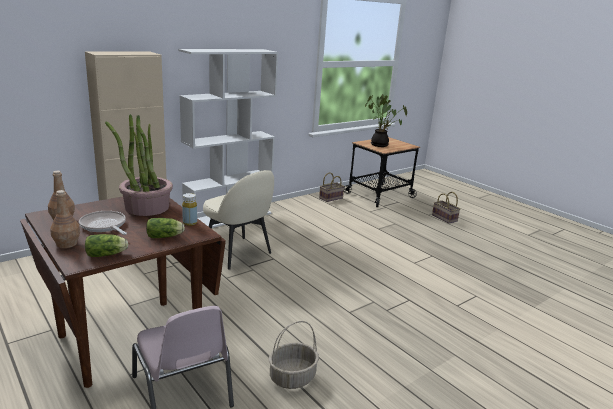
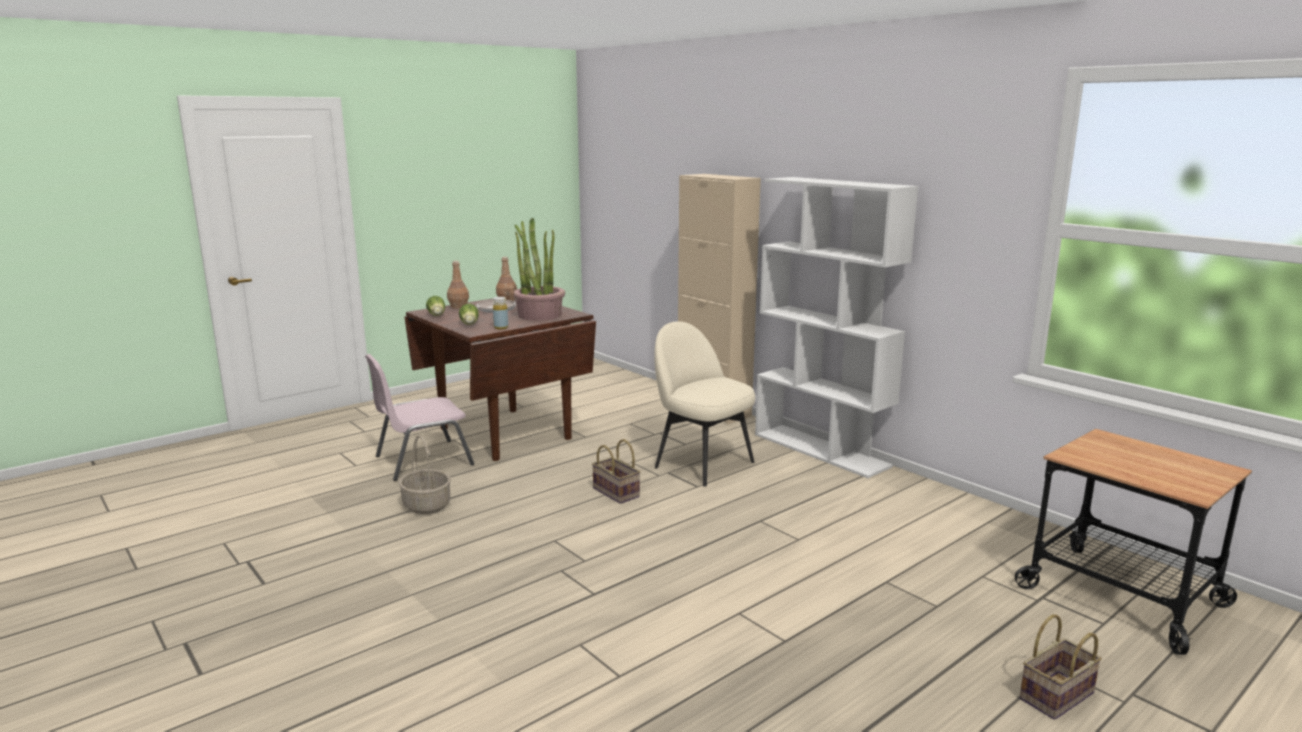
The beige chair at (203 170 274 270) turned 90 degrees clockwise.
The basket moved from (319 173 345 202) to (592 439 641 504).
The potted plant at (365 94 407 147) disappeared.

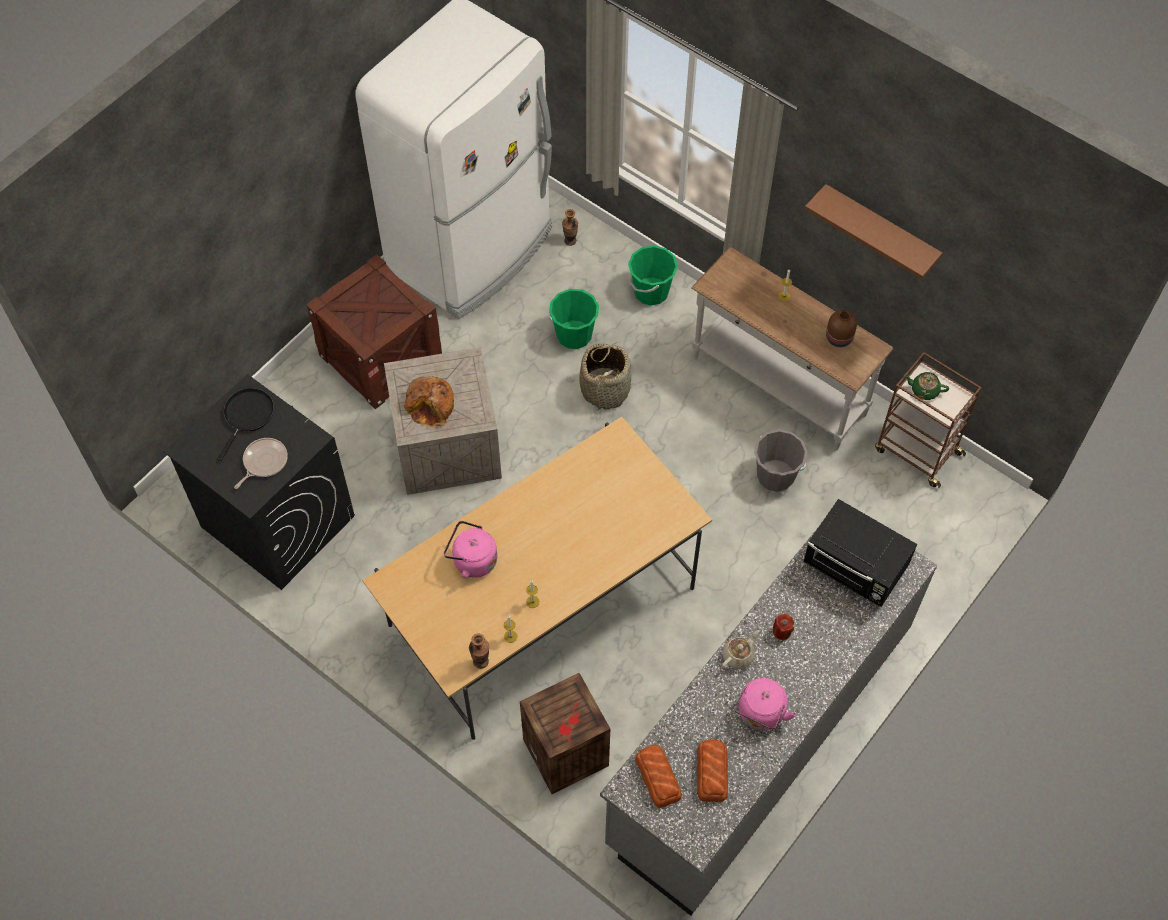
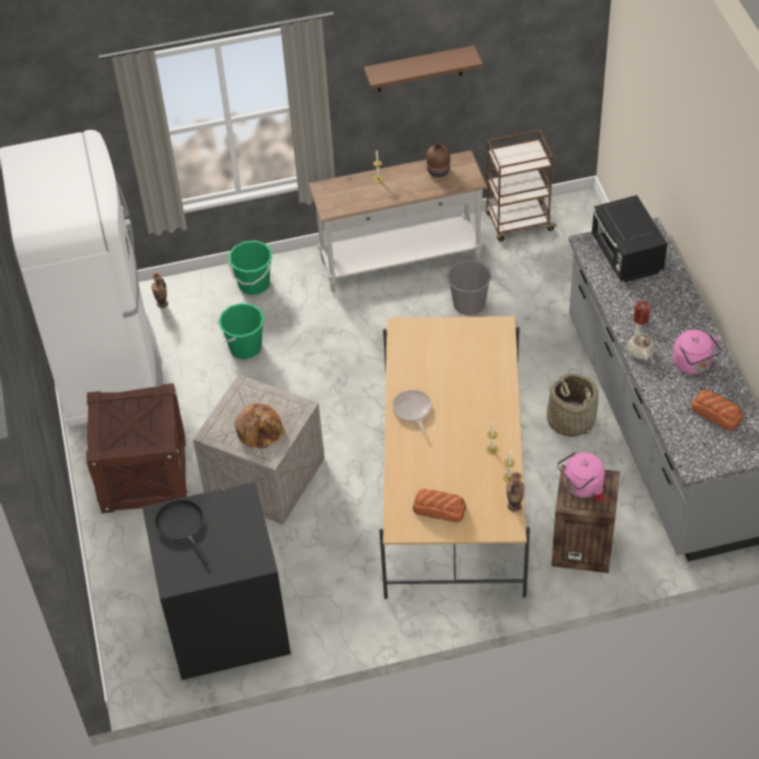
The frying pan moved from (234 438 288 489) to (392 390 432 434).
The pink kettle moved from (444 521 497 579) to (557 452 605 498).
The basket moved from (579 342 632 410) to (547 373 598 437).
The bread moved from (635 745 682 808) to (413 489 466 522).
The black microwave at (803 499 917 607) turned 90 degrees clockwise.
The green teapot at (904 372 949 400) disappeared.

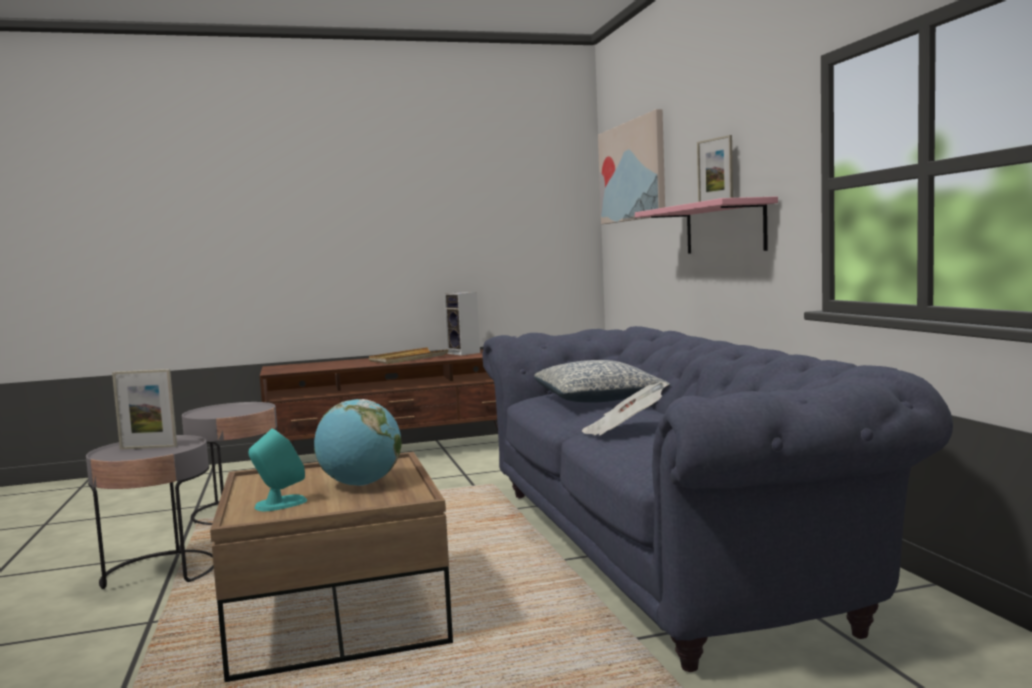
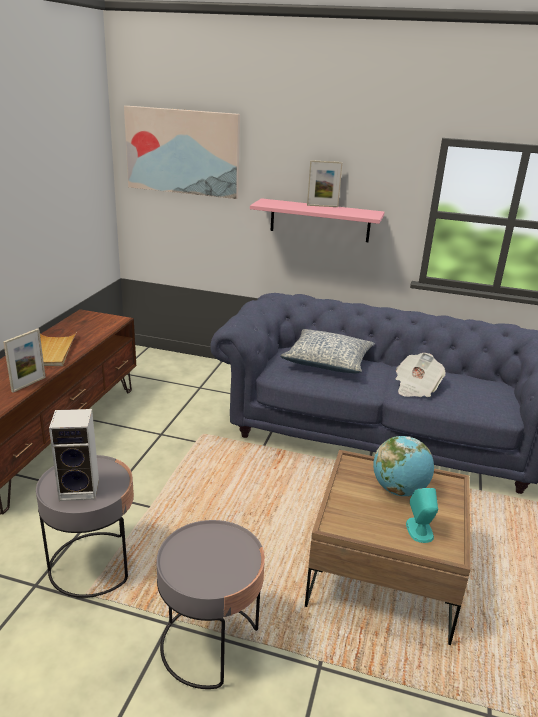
The picture frame moved from (112 369 177 450) to (3 328 46 393).
The speaker moved from (444 292 480 356) to (49 409 99 501).

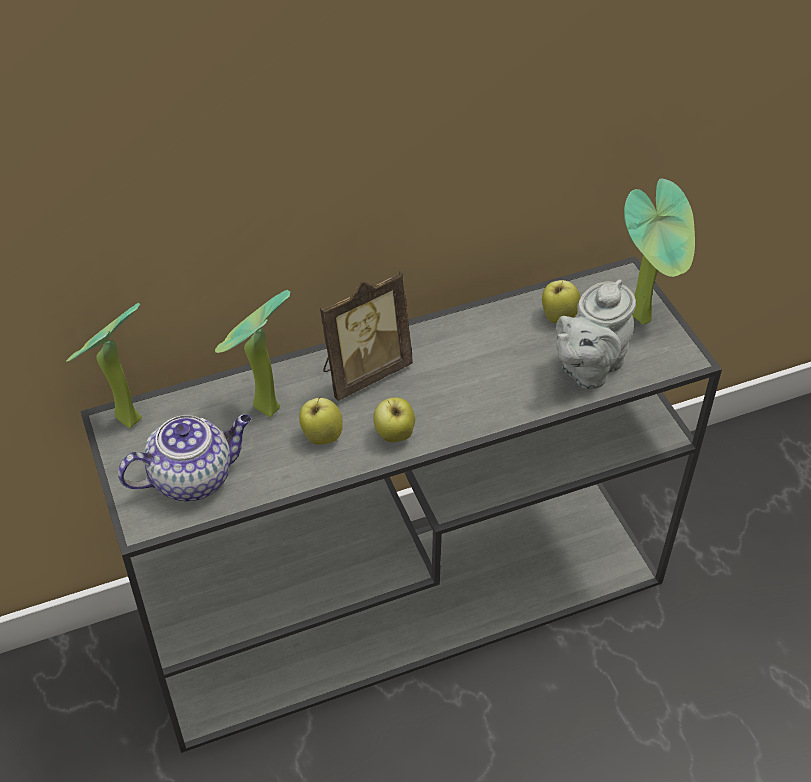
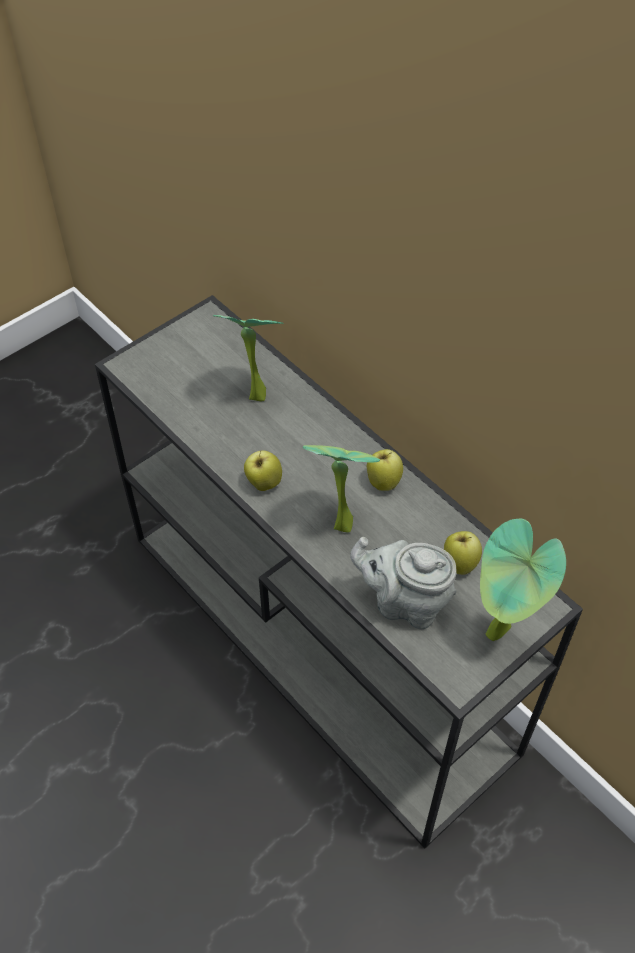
The potted plant moved from (67 303 142 429) to (303 445 380 533).
The teapot at (118 414 251 501) disappeared.
The apple moved from (299 396 343 445) to (367 449 403 491).
The picture frame at (320 271 413 401) disappeared.

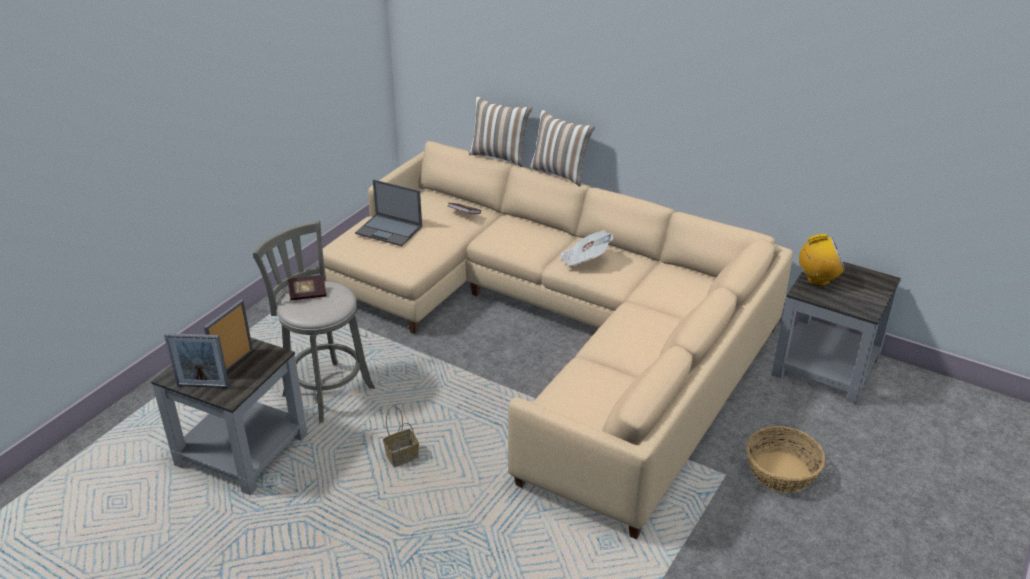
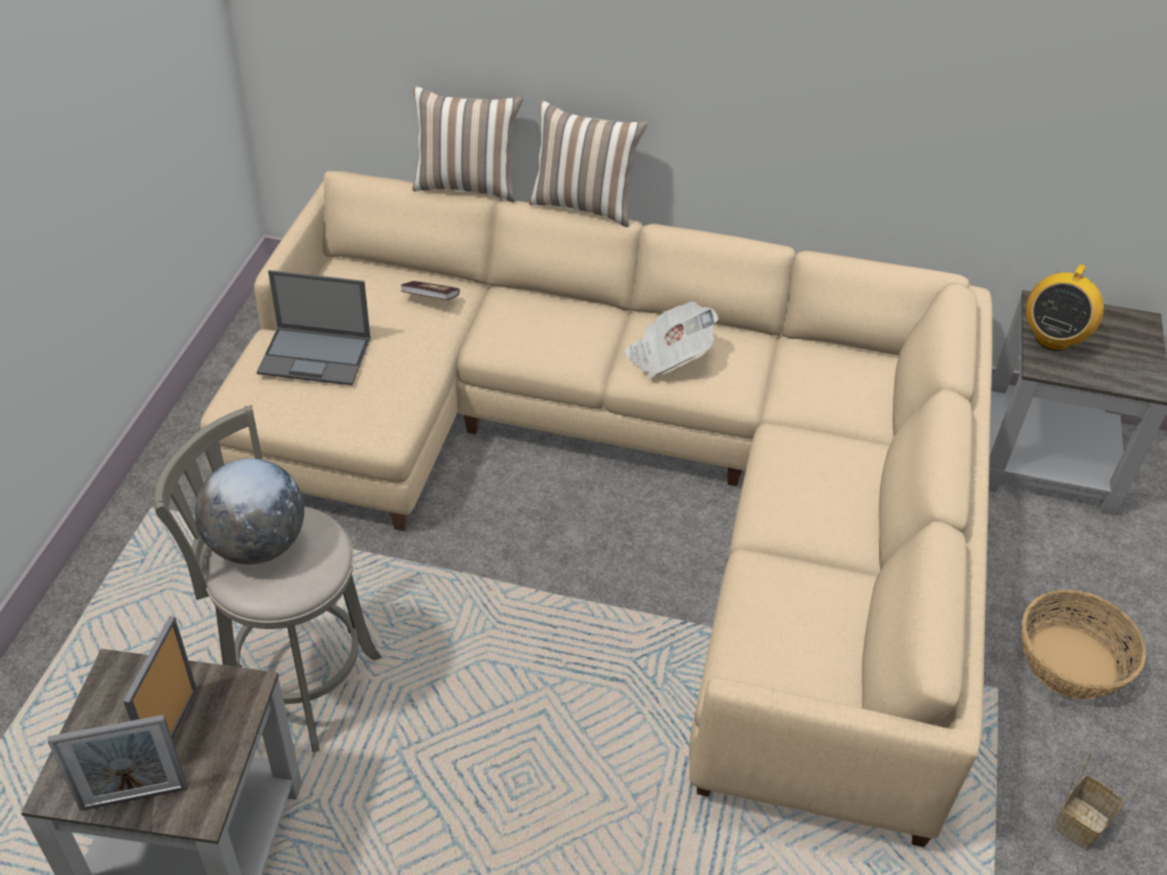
The book at (287 275 326 301) was replaced by the globe at (195 458 304 564).
The basket moved from (383 406 419 467) to (1054 753 1138 851).
The radio at (799 234 845 286) turned 135 degrees clockwise.

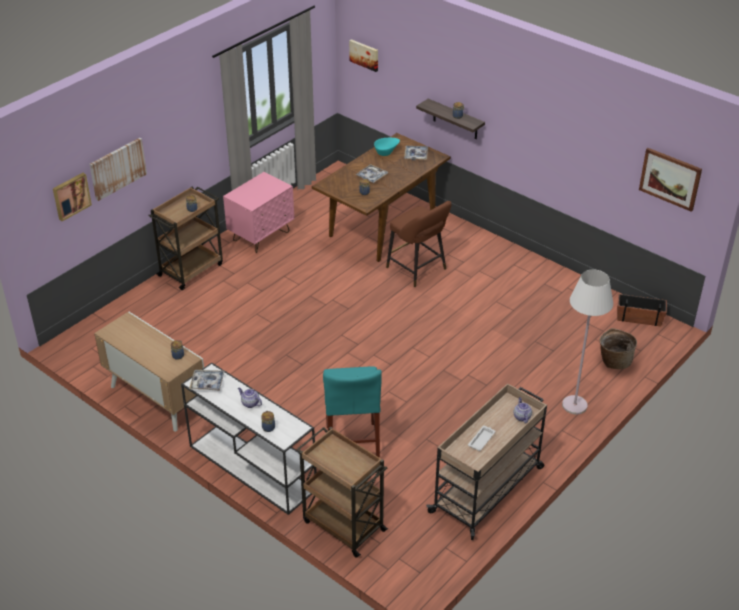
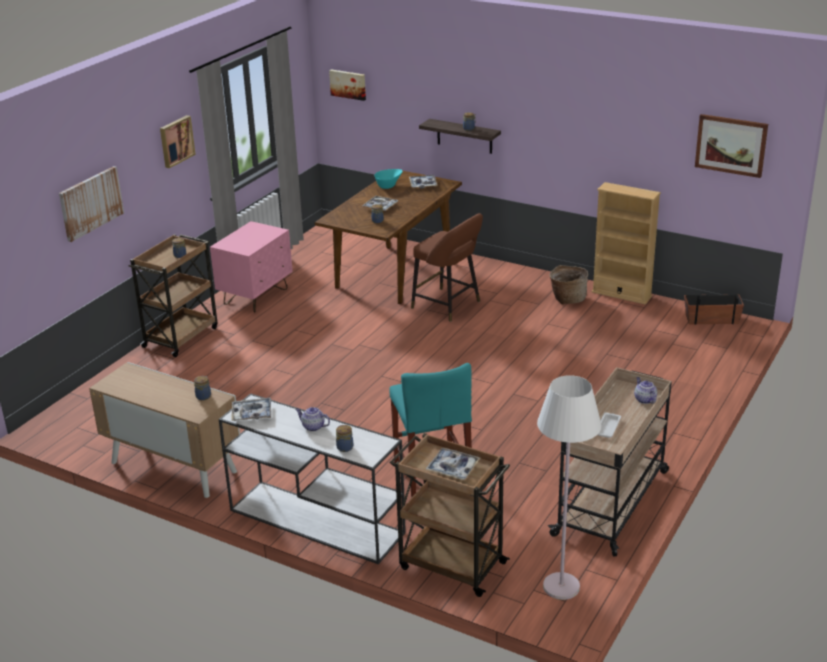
The picture moved from (53 173 92 221) to (160 115 196 168).
The white floor lamp moved from (562 270 613 415) to (537 375 602 600).
The basket moved from (600 328 637 369) to (549 265 588 305).
The tray at (426 448 480 480) appeared.
The beige bookcase at (592 182 661 305) appeared.

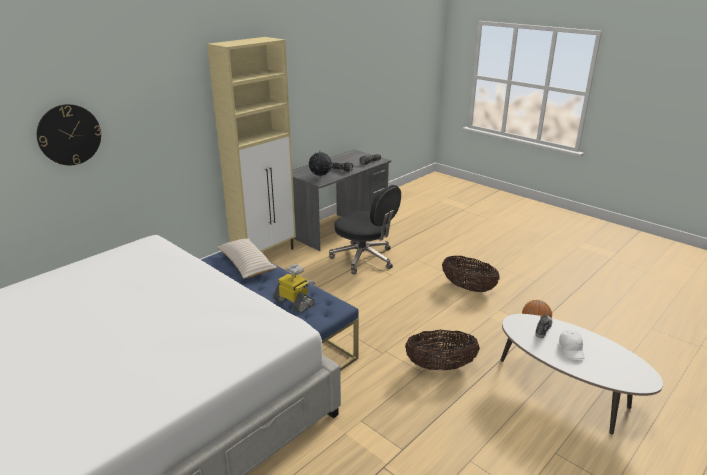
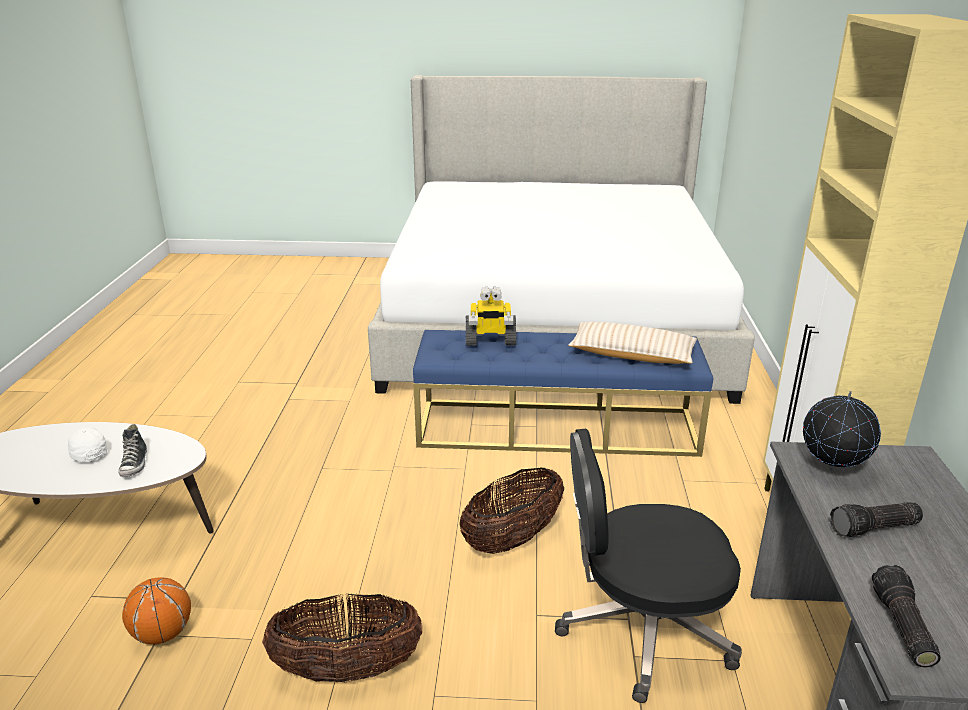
The wall clock at (37 104 101 165) disappeared.
The basket moved from (405 330 480 370) to (459 467 564 554).

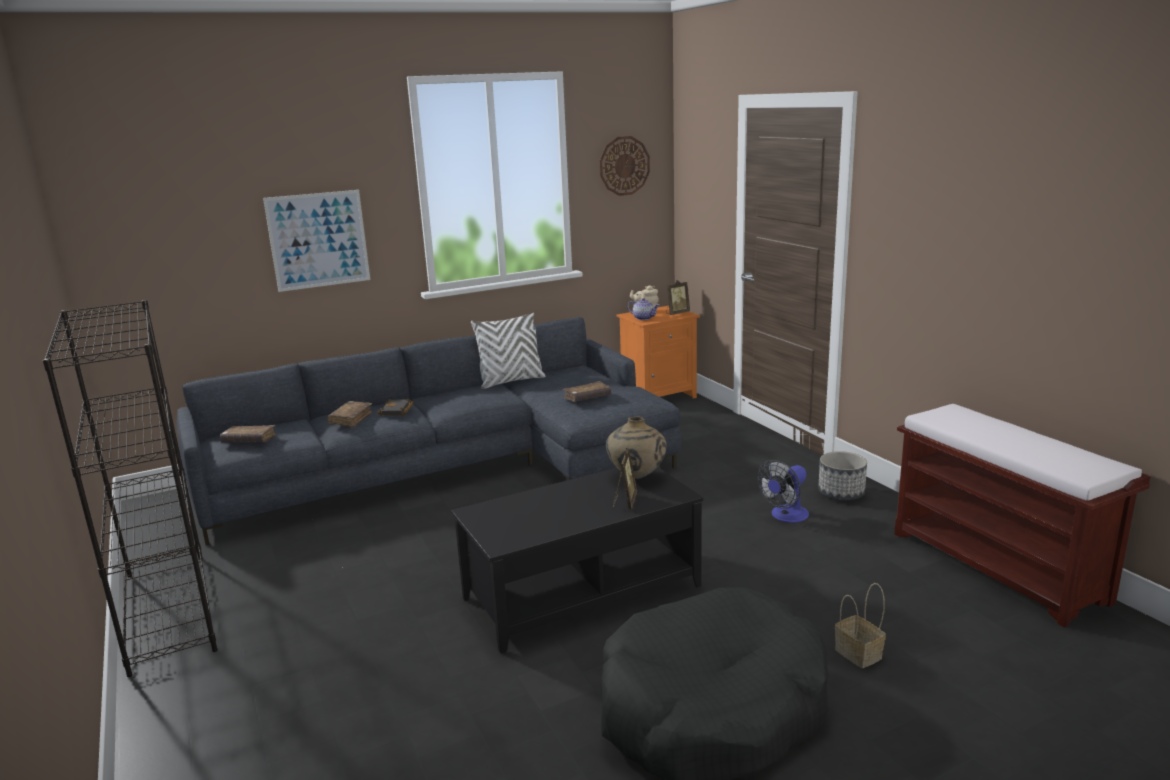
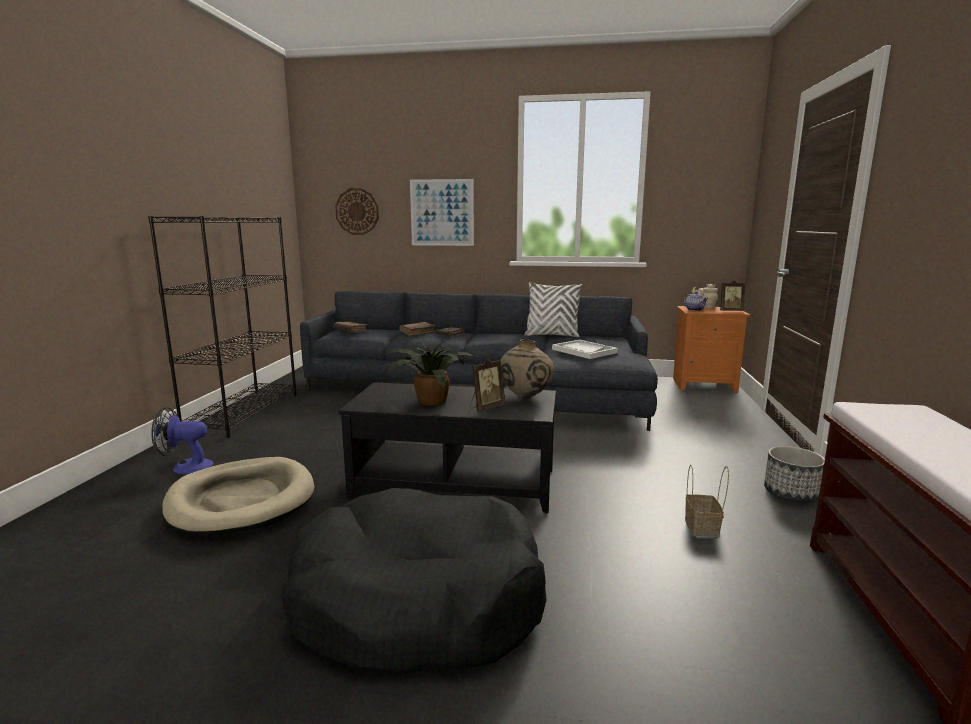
The brown book at (563 381 611 402) was replaced by the white tray at (552 340 618 359).
The wall clock moved from (599 136 650 196) to (335 188 379 235).
The fan moved from (758 460 809 523) to (151 407 213 474).
The basket moved from (835 583 886 668) to (685 465 729 537).
The beige dog bed at (162 457 314 536) appeared.
The potted plant at (388 341 474 406) appeared.

